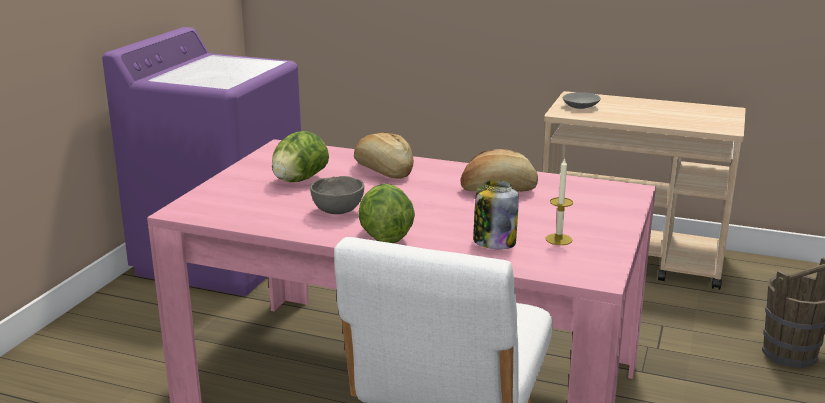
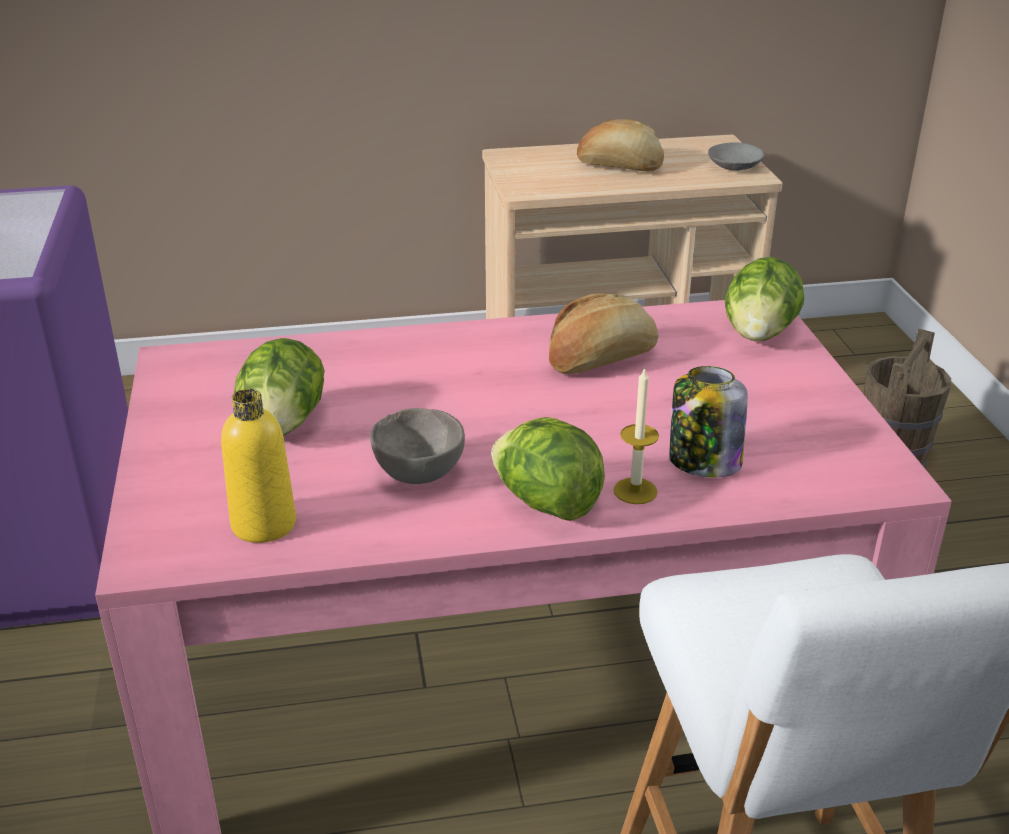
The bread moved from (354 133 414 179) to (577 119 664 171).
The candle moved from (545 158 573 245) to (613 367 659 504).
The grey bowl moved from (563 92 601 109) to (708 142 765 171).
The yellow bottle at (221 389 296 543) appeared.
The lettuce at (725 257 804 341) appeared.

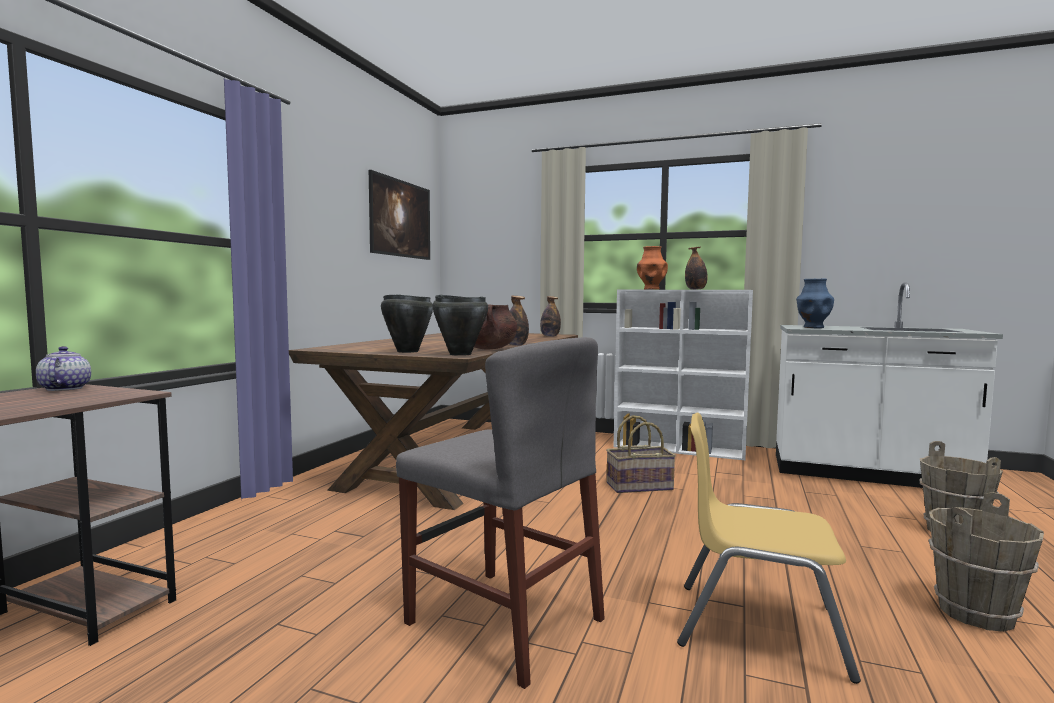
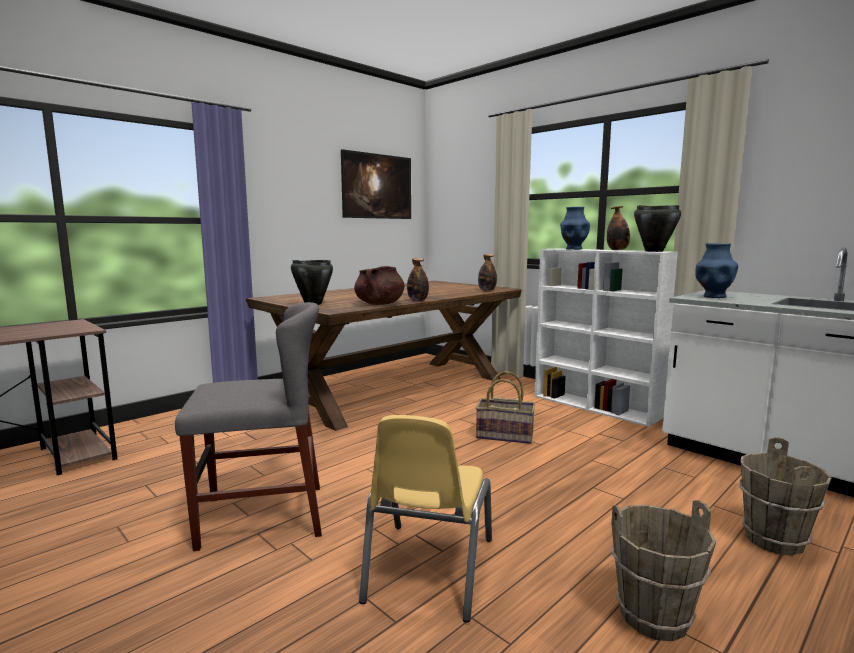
The teapot at (36 346 91 391) disappeared.
The grey chair at (396 337 605 689) turned 75 degrees counterclockwise.
The black cooking pot moved from (432 295 488 356) to (634 205 681 252).
The orange vase at (637 246 668 290) became the blue vase at (560 207 590 250).
The yellow chair at (677 413 861 684) turned 120 degrees counterclockwise.

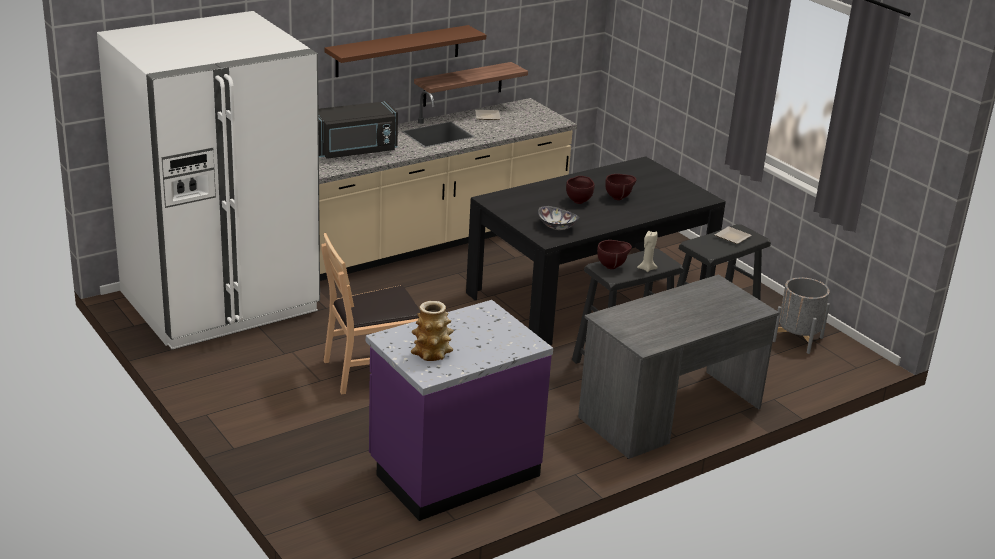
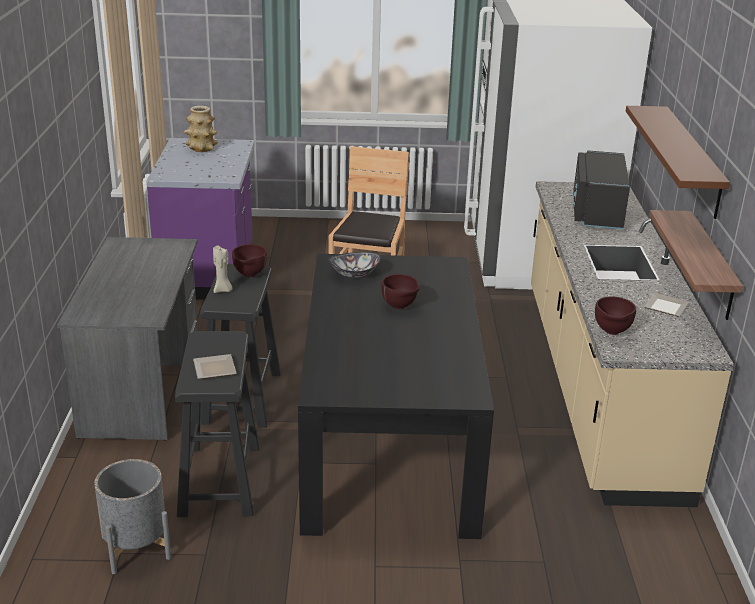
The brown bowl moved from (605 174 636 200) to (595 297 636 335).

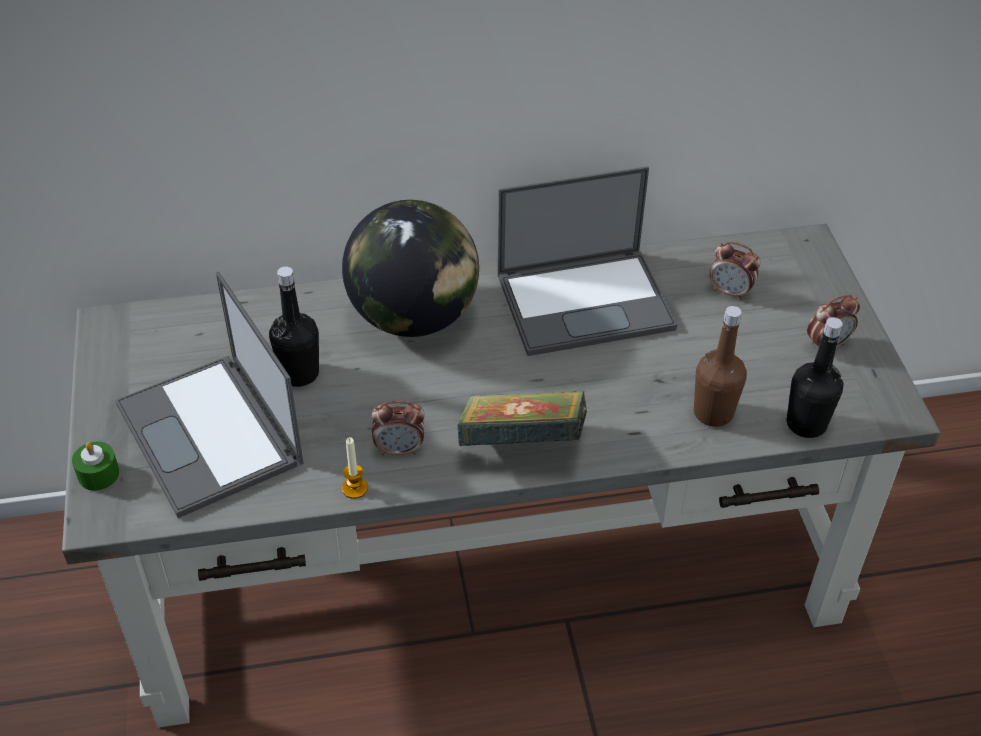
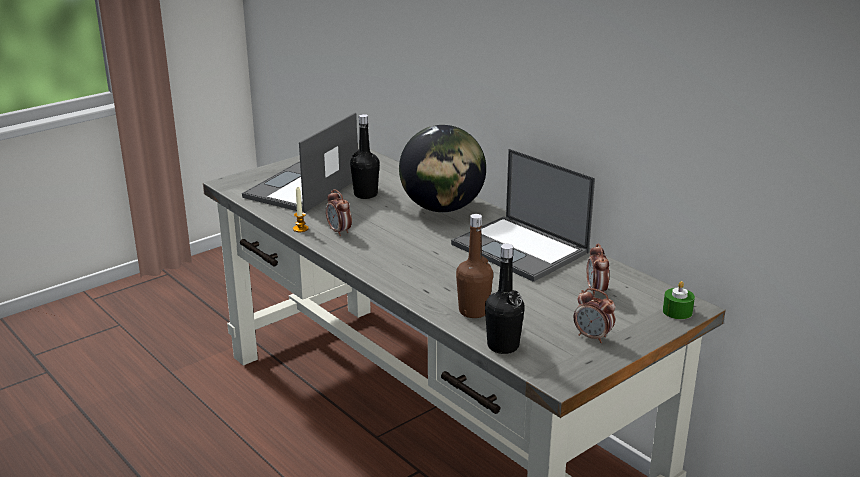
The green candle moved from (72 442 120 491) to (663 281 695 319).
The book at (457 391 587 446) disappeared.

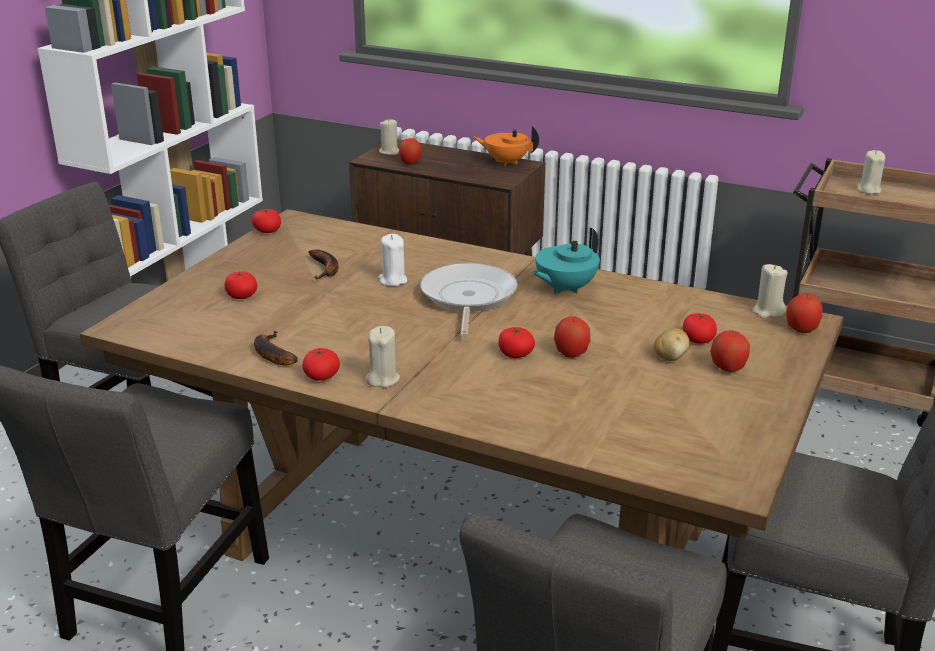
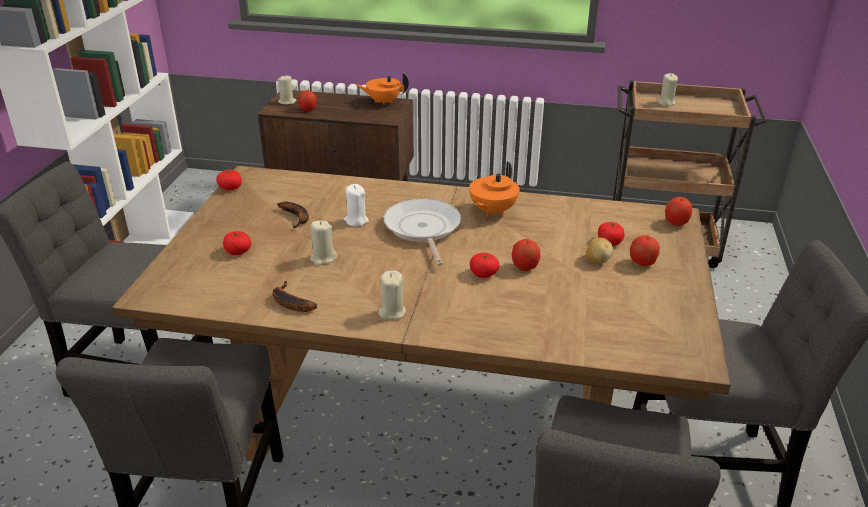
The tomato at (302 348 340 381) disappeared.
The turquoise teapot at (532 228 600 294) became the orange teapot at (469 162 520 217).
The beige candle moved from (752 264 788 318) to (310 221 337 266).

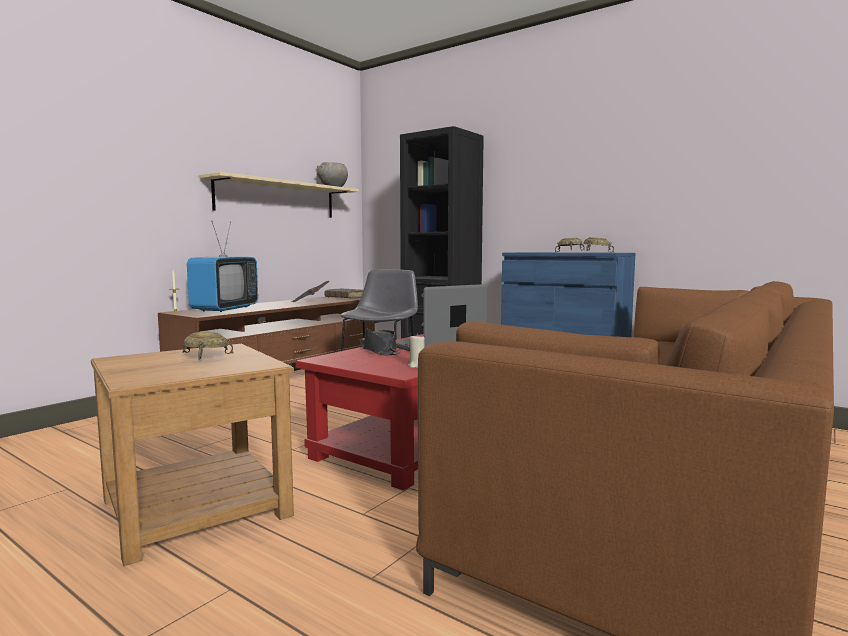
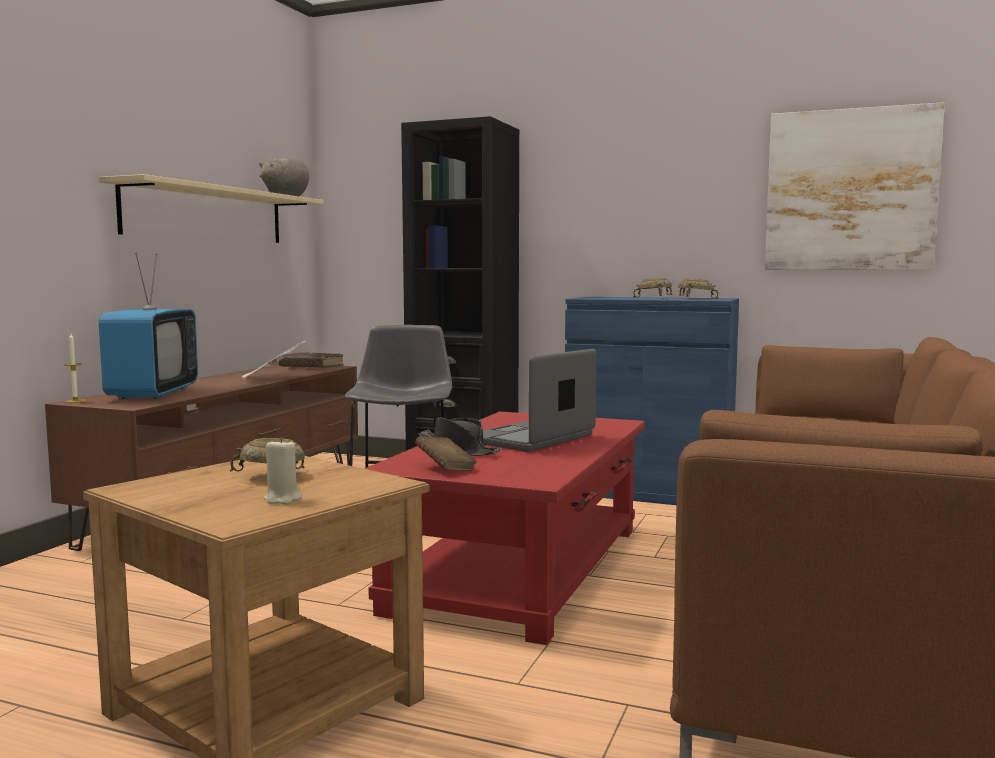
The beige candle moved from (408 334 425 368) to (264 438 302 504).
The brown book at (415 437 477 471) appeared.
The picture at (765 102 945 270) appeared.

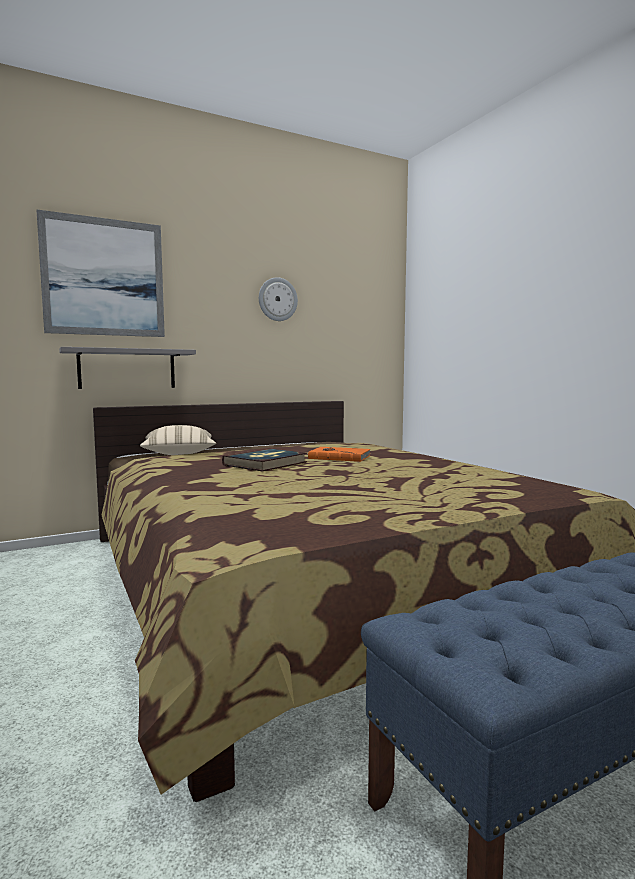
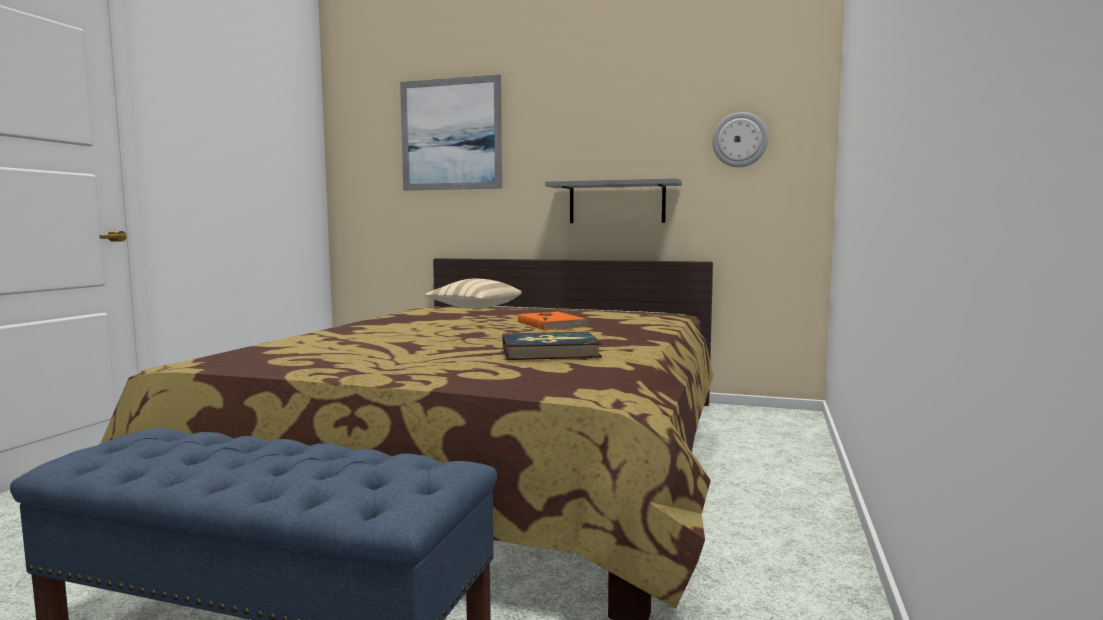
The grey shelf moved from (59 347 196 389) to (545 178 682 223).
The book moved from (222 448 307 472) to (503 332 602 360).
The wall clock moved from (259 277 298 321) to (712 112 768 167).

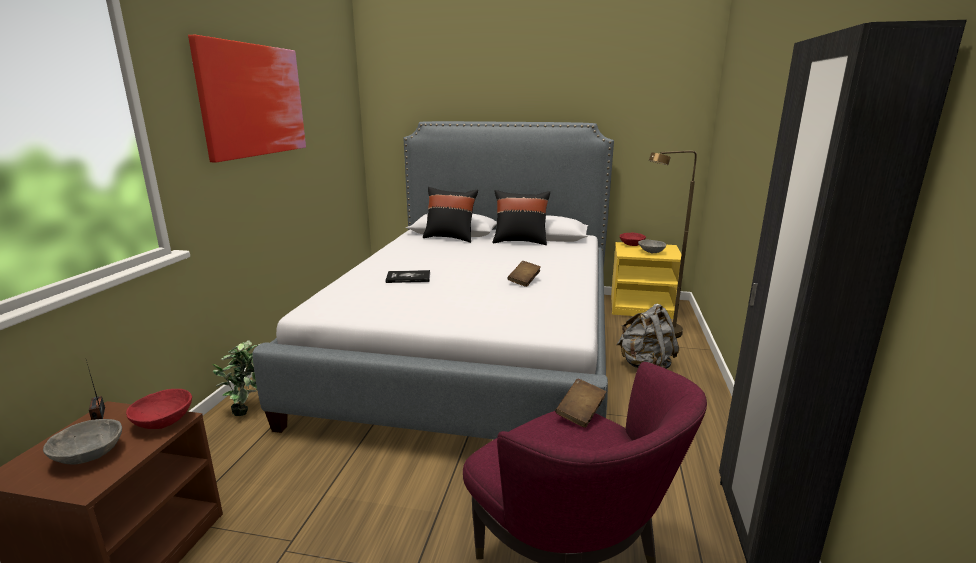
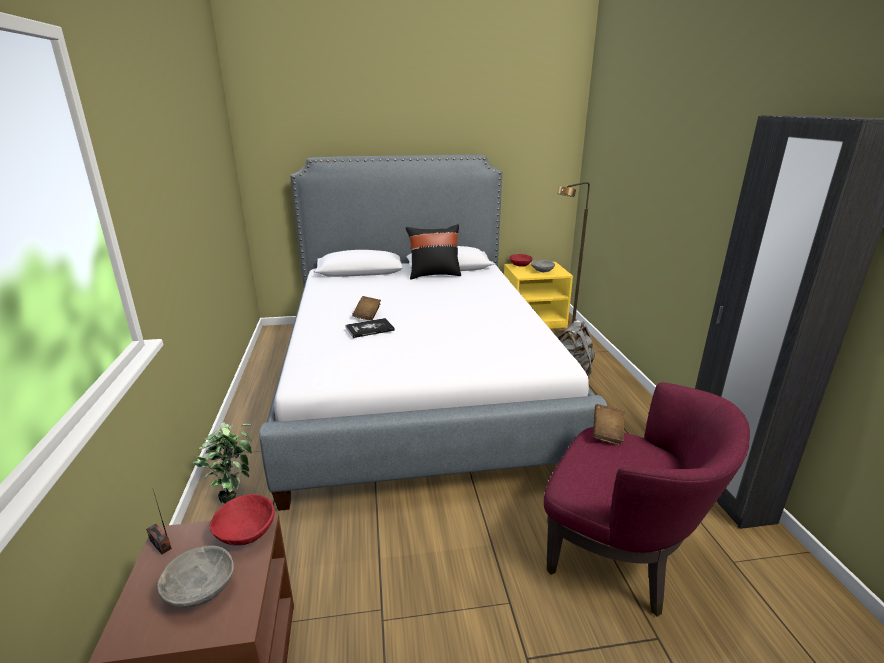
The picture at (188 35 306 162) disappeared.
The black pillow at (423 187 478 243) disappeared.
The brown book moved from (507 261 541 287) to (352 296 381 321).

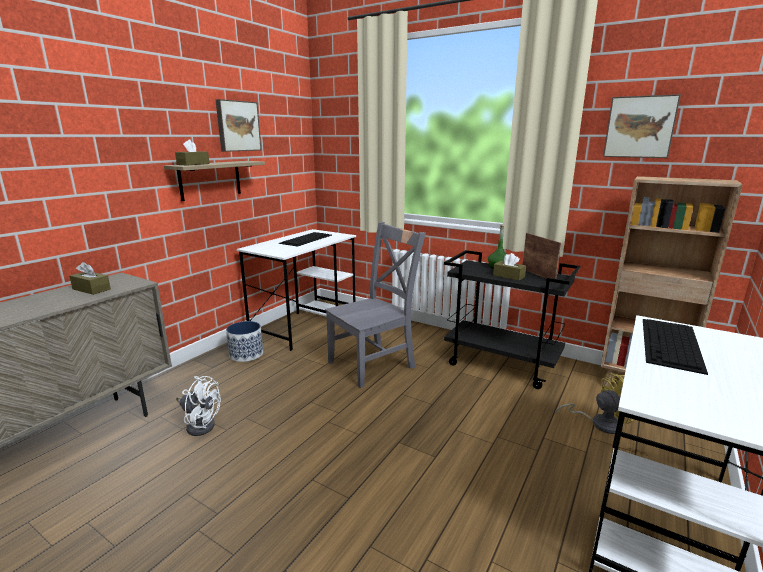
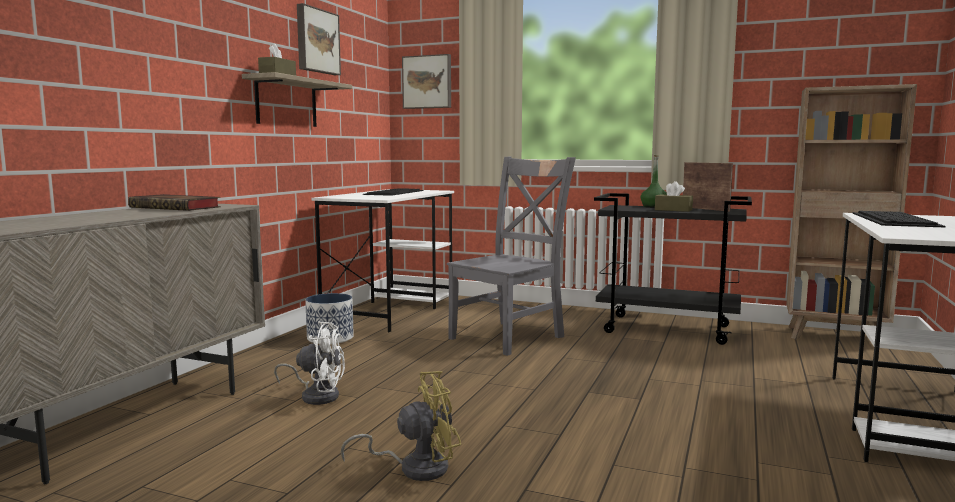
The brown tissue box at (69 262 111 295) was replaced by the book at (128 194 221 211).
The yellow fan moved from (555 373 634 434) to (341 371 461 481).
The picture moved from (603 94 681 158) to (402 54 451 109).

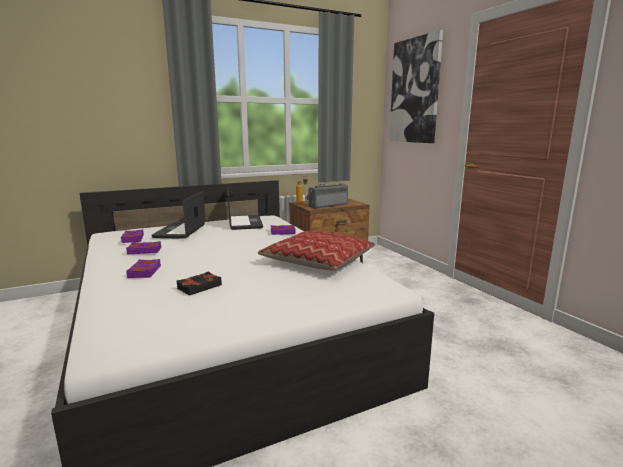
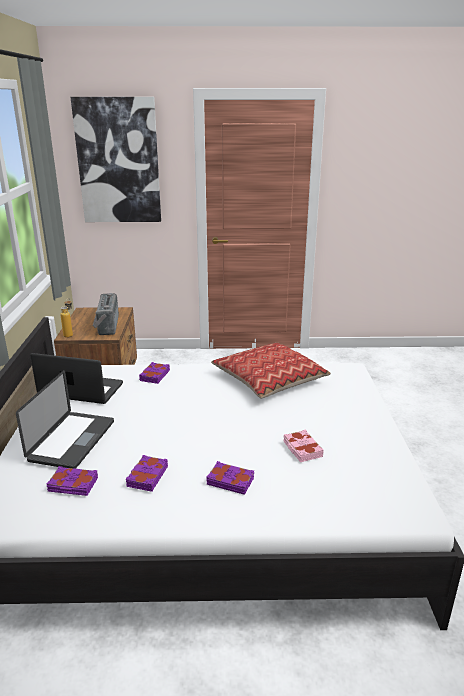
The laptop at (152 191 206 239) turned 105 degrees counterclockwise.
The black book at (176 272 222 296) became the pink book at (283 429 324 462).

